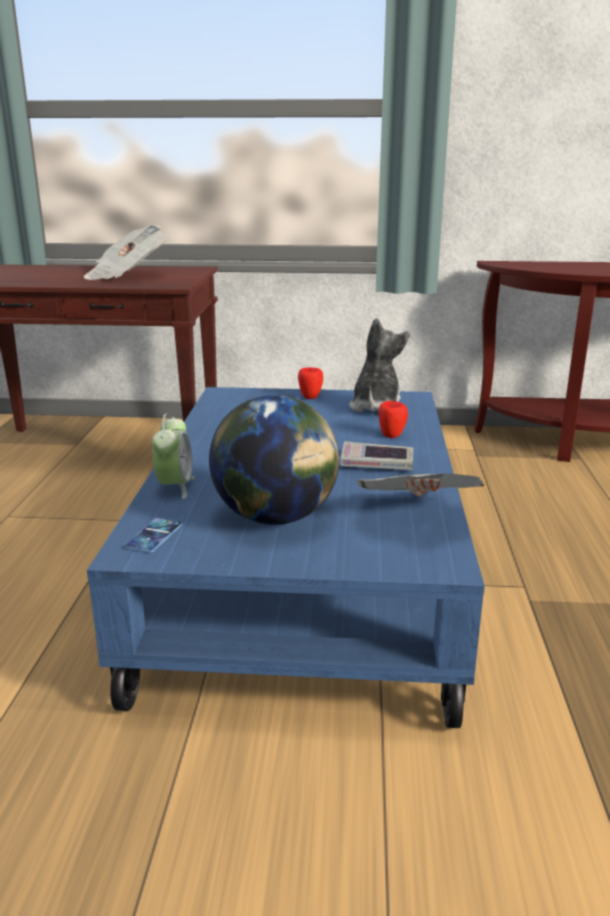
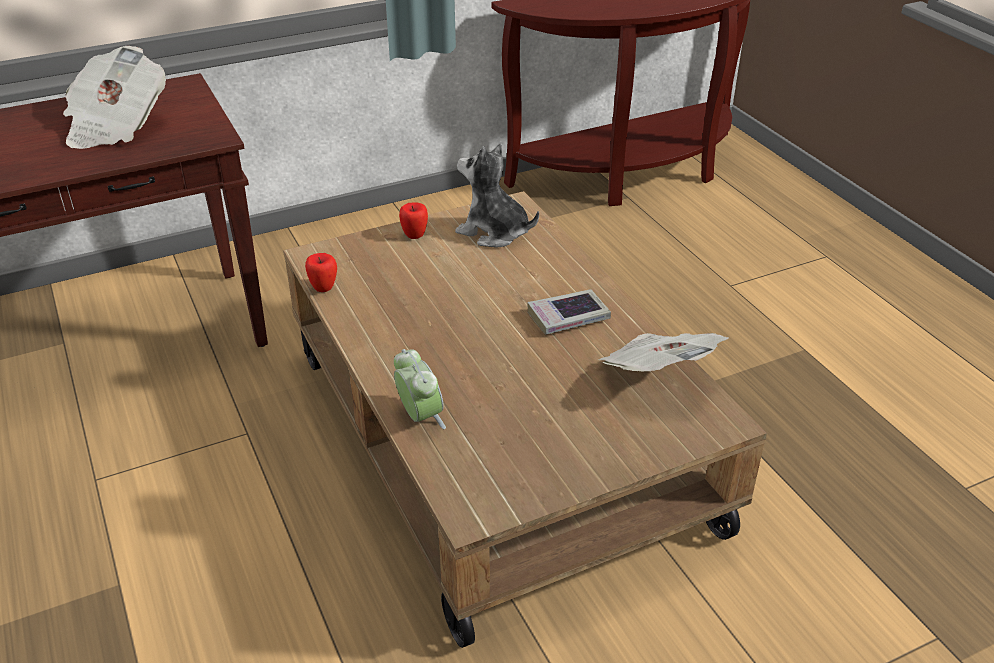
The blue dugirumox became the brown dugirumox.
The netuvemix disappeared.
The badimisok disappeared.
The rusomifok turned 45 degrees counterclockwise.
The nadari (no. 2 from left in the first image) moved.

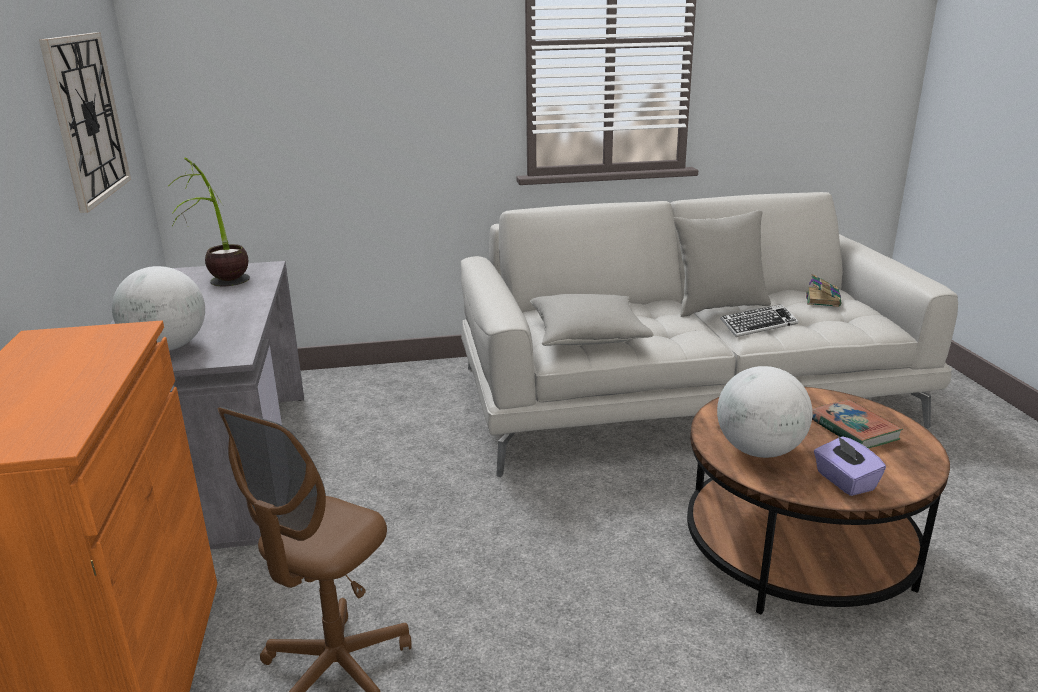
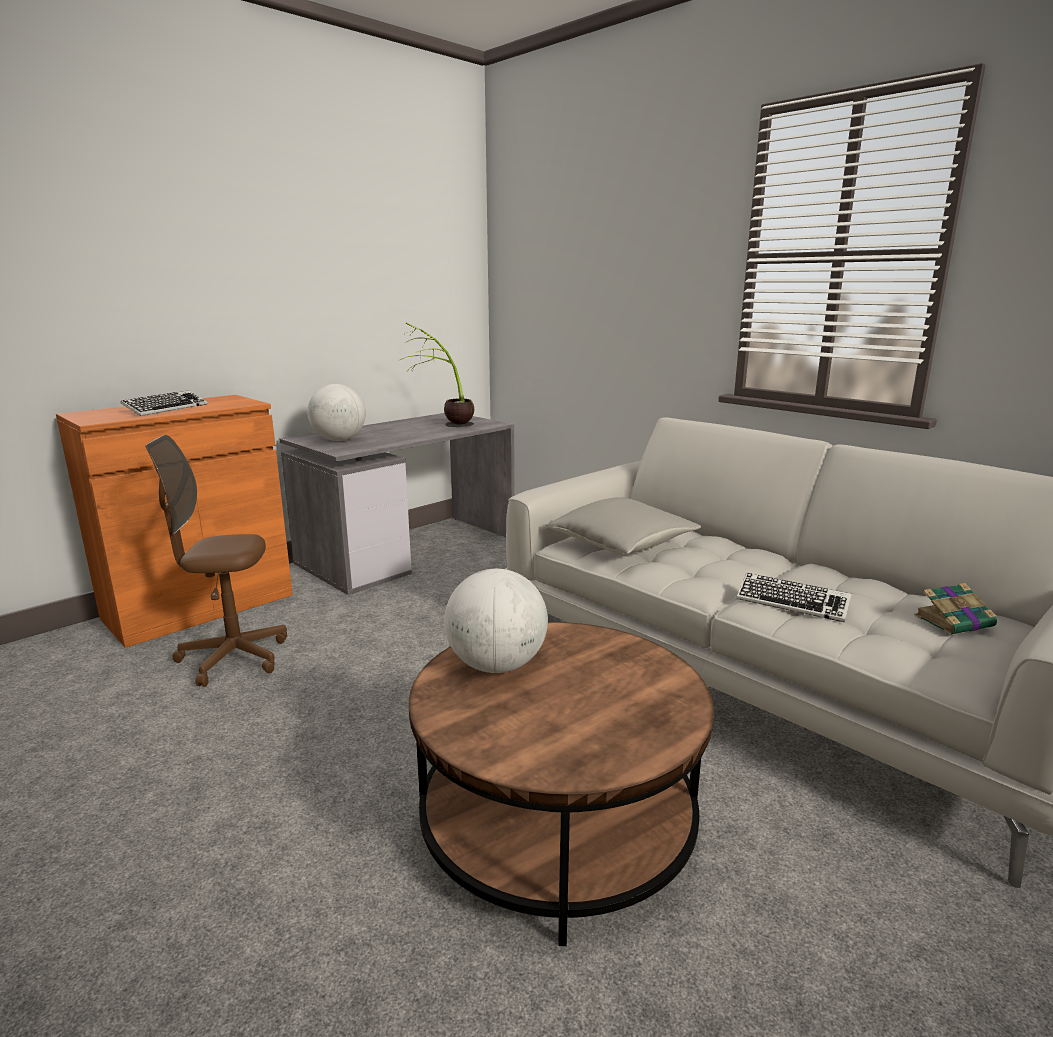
The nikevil disappeared.
The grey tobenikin (no. 2 from left) disappeared.
The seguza (no. 2 from left) disappeared.
The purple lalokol disappeared.
The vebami (no. 1 from left) appeared.

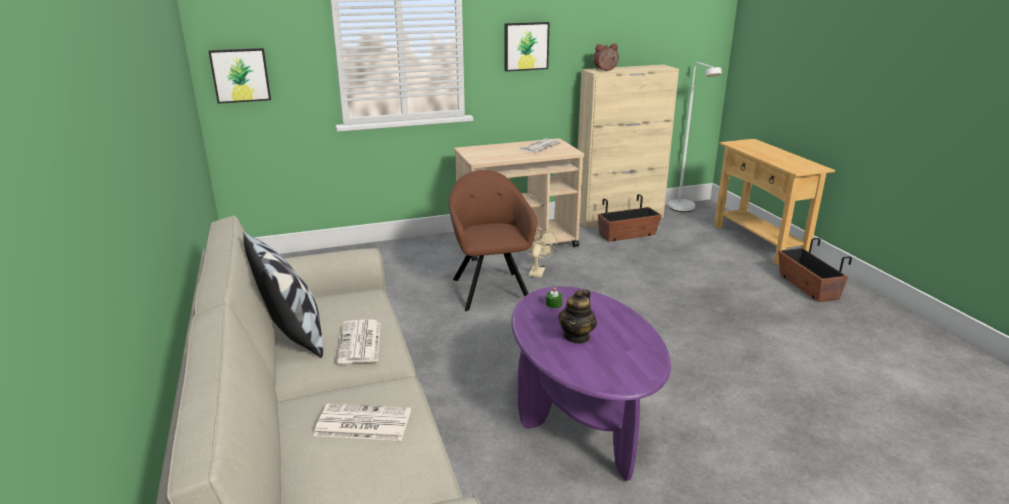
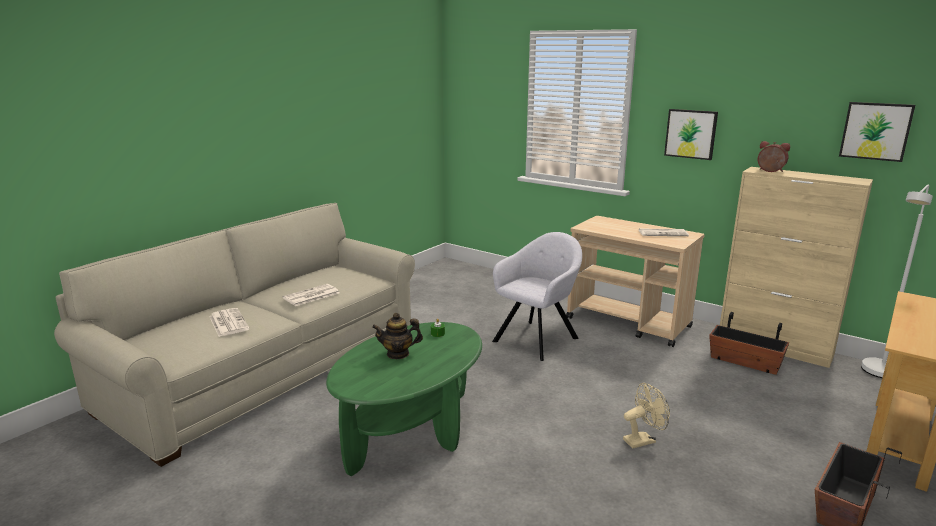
The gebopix (no. 1 from left in the first image) moved.
The tobenikin disappeared.
The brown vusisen became the grey vusisen.
The purple dugirumox became the green dugirumox.
The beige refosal moved.

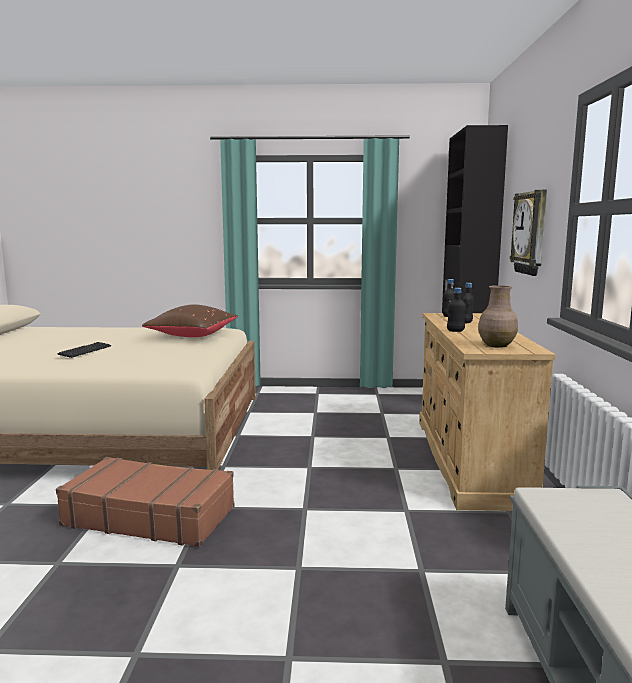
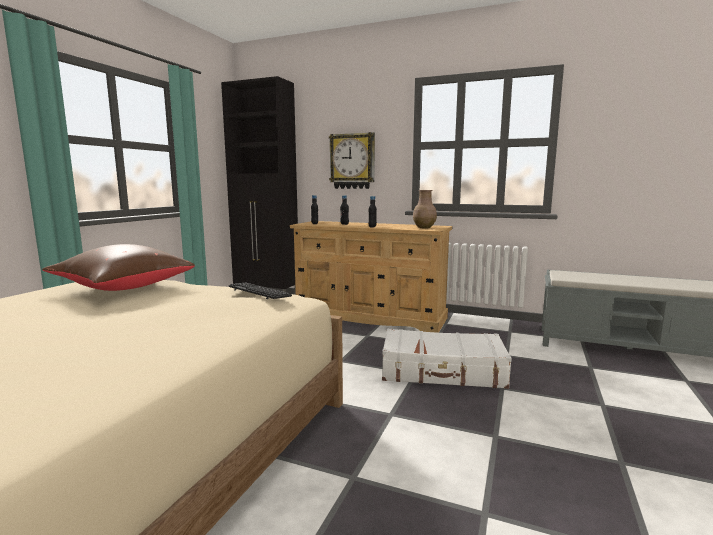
The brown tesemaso disappeared.
The vebami moved.
The white tesemaso appeared.

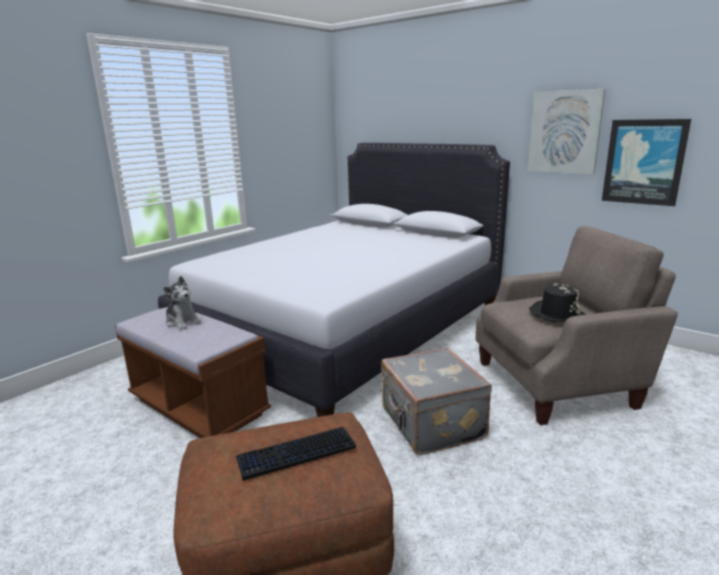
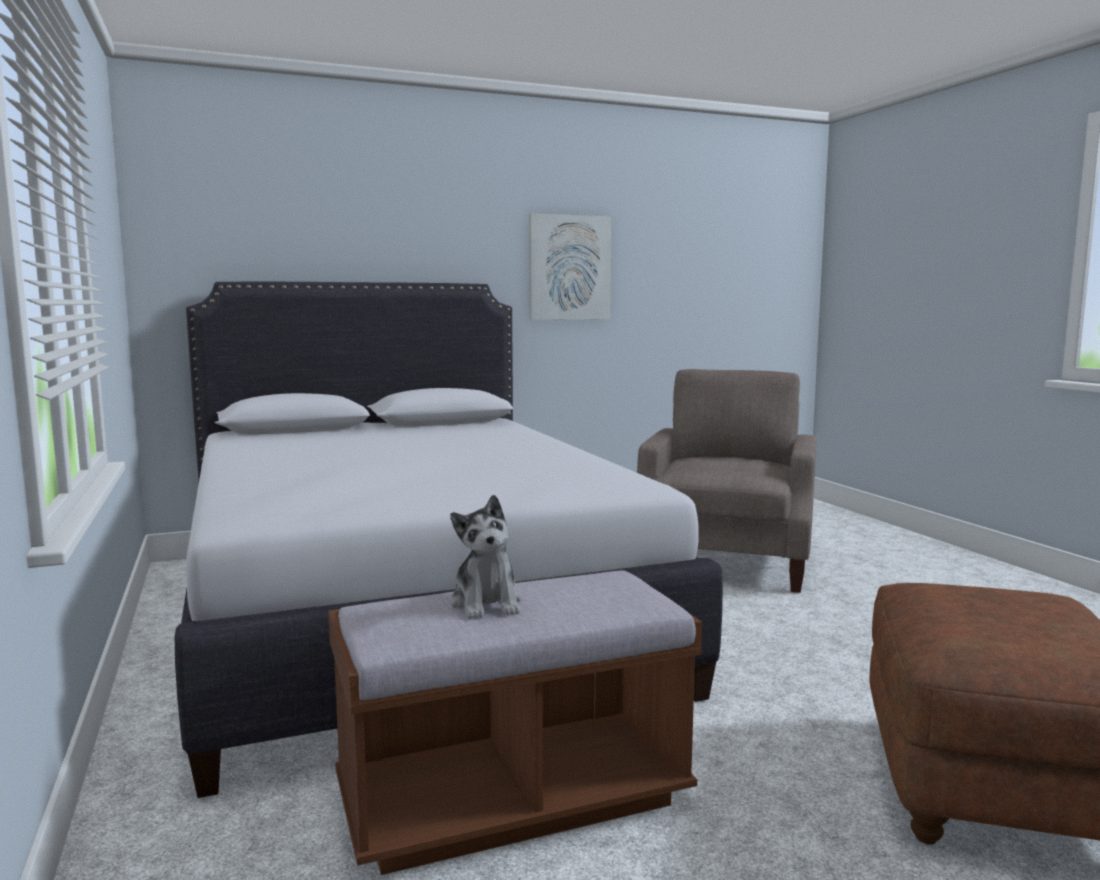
The rusomifok turned 90 degrees clockwise.
The vebami disappeared.
The grey tesemaso disappeared.
The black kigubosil disappeared.
The gebopix (no. 2 from left) disappeared.

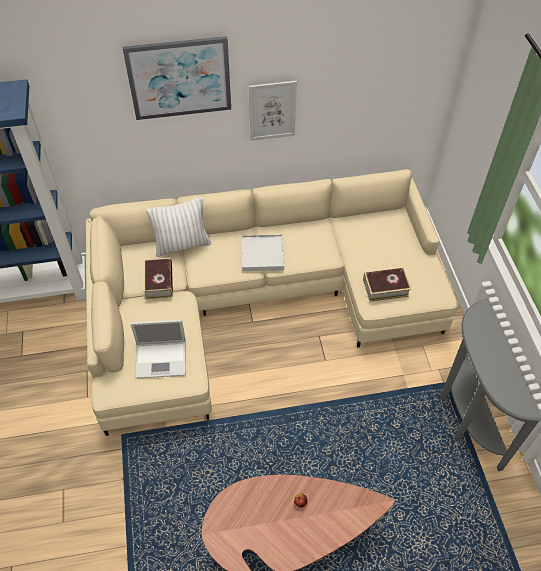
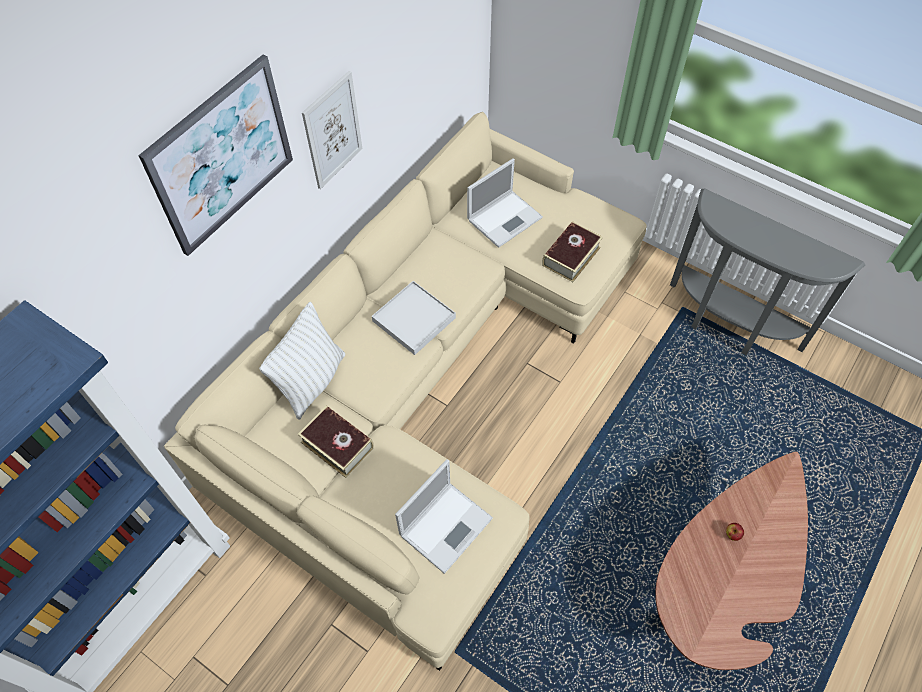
The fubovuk (no. 2 from left) appeared.

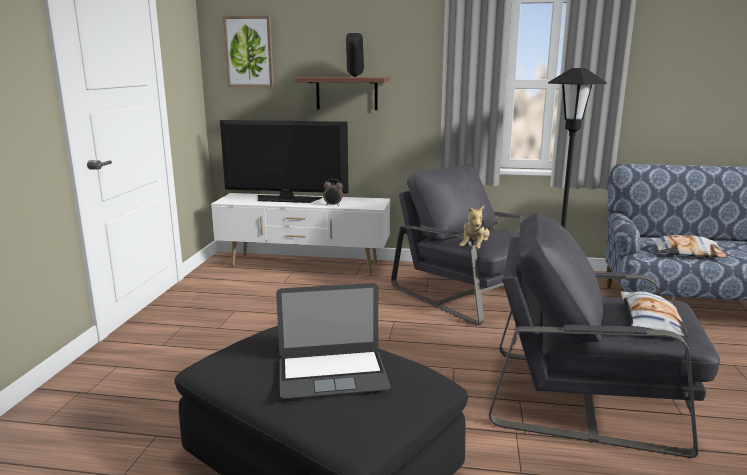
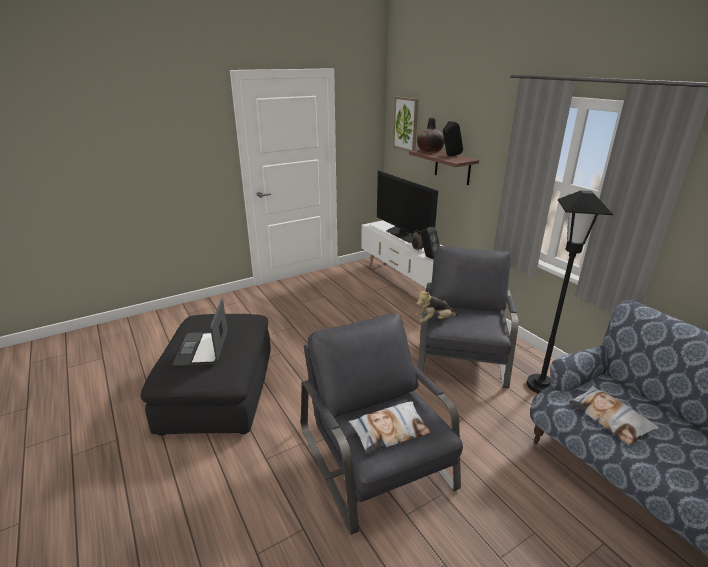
The fubovuk turned 45 degrees clockwise.
The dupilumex appeared.
The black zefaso (no. 1 from left) appeared.

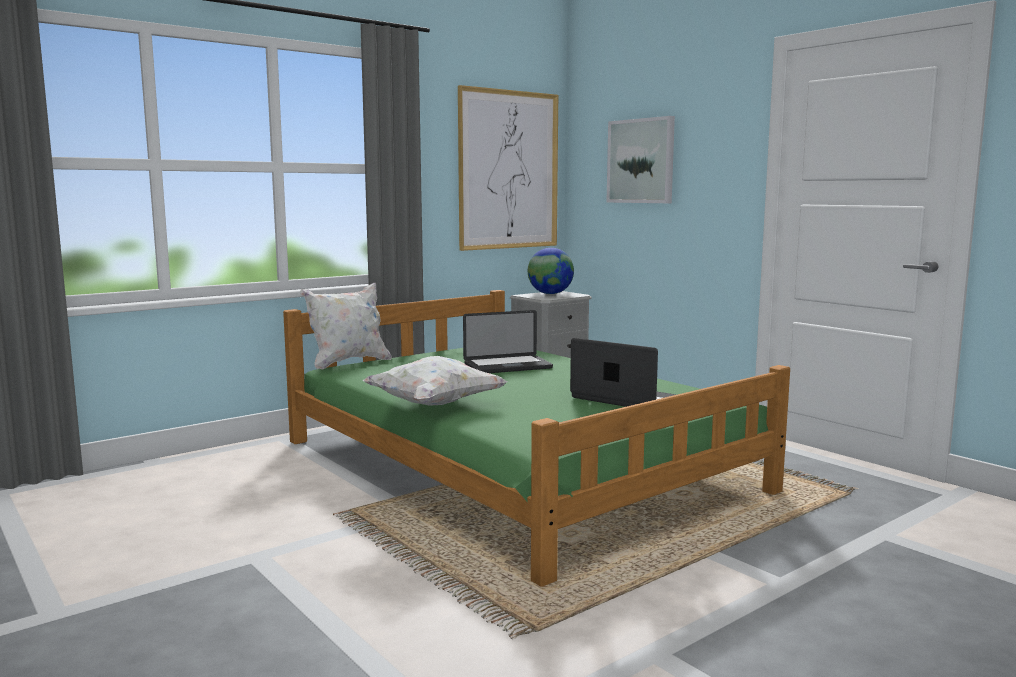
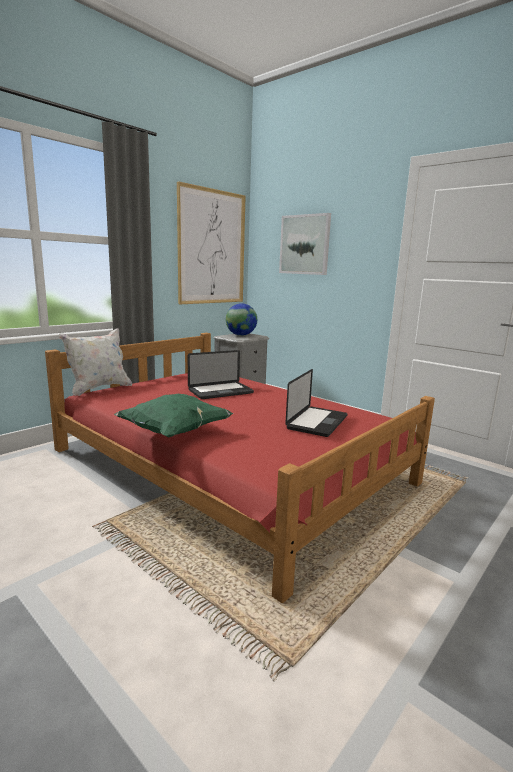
The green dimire became the red dimire.
The white tobenikin (no. 2 from left) became the green tobenikin.
The fubovuk (no. 2 from left) turned 90 degrees clockwise.

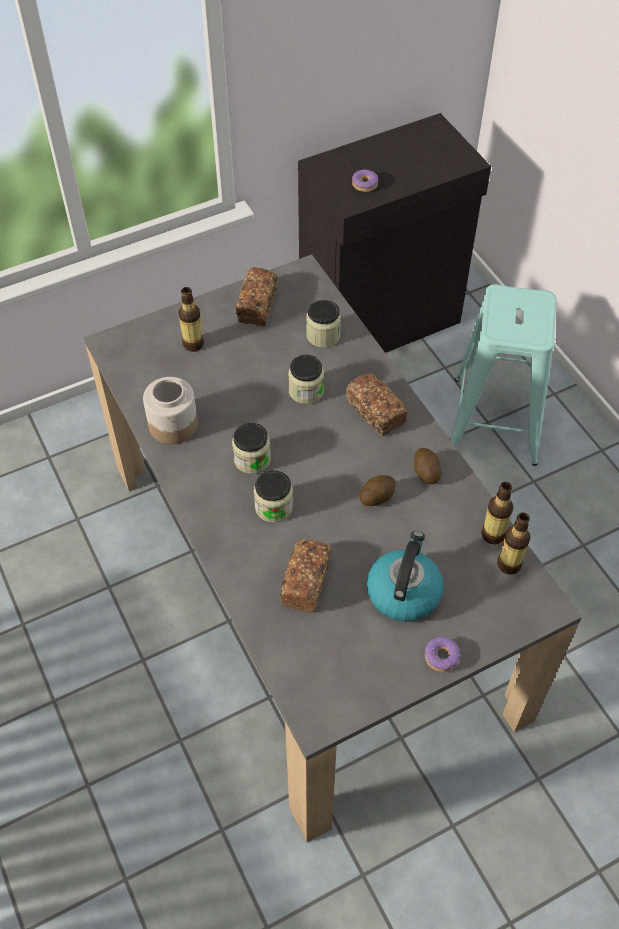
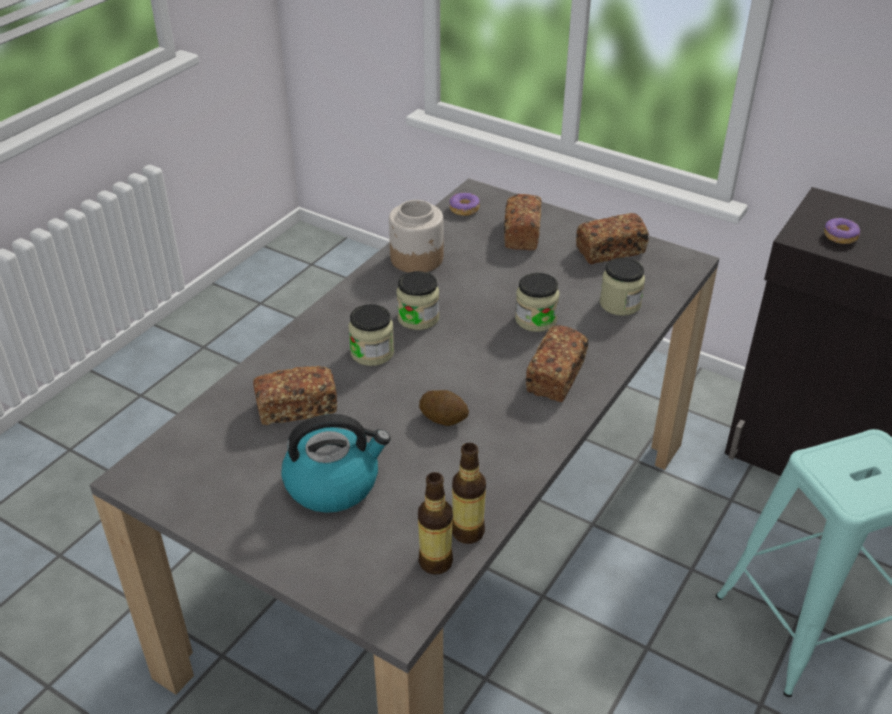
The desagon (no. 1 from left) was replaced by the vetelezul (no. 2 from left).
The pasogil (no. 2 from left) disappeared.
The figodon (no. 2 from left in the first image) moved.

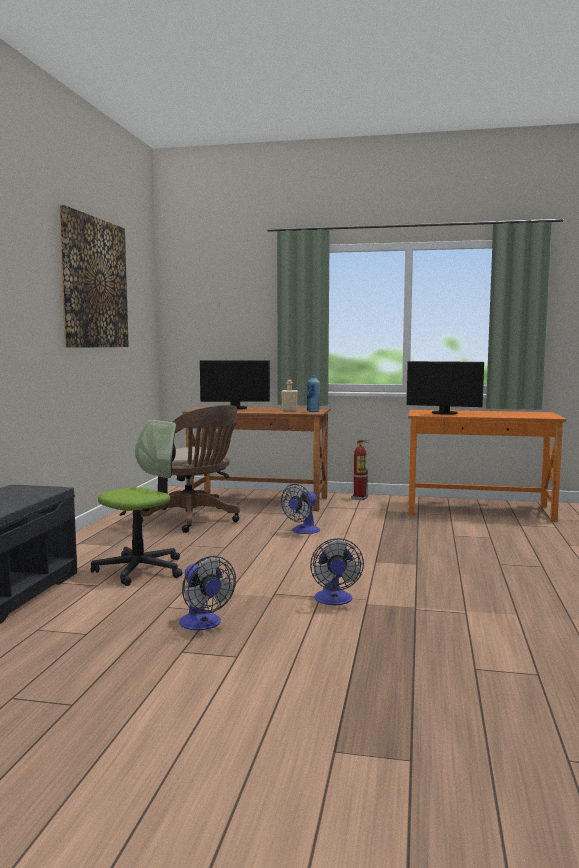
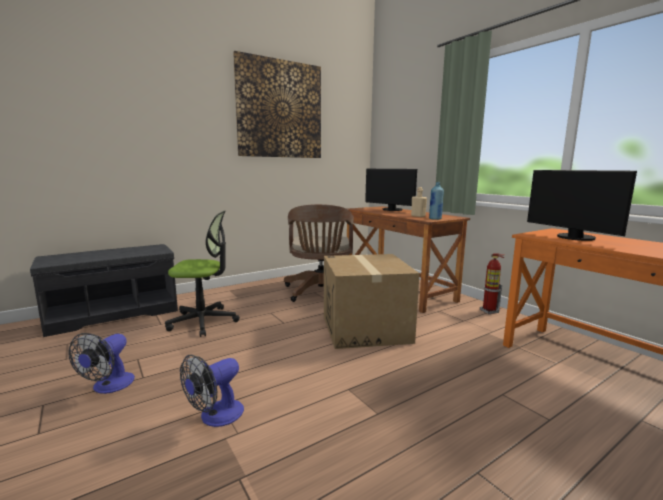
The refosal (no. 2 from left) was replaced by the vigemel.

